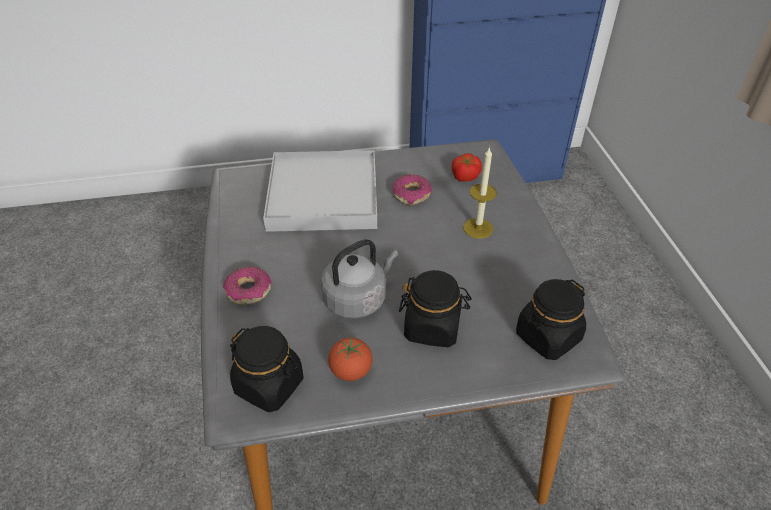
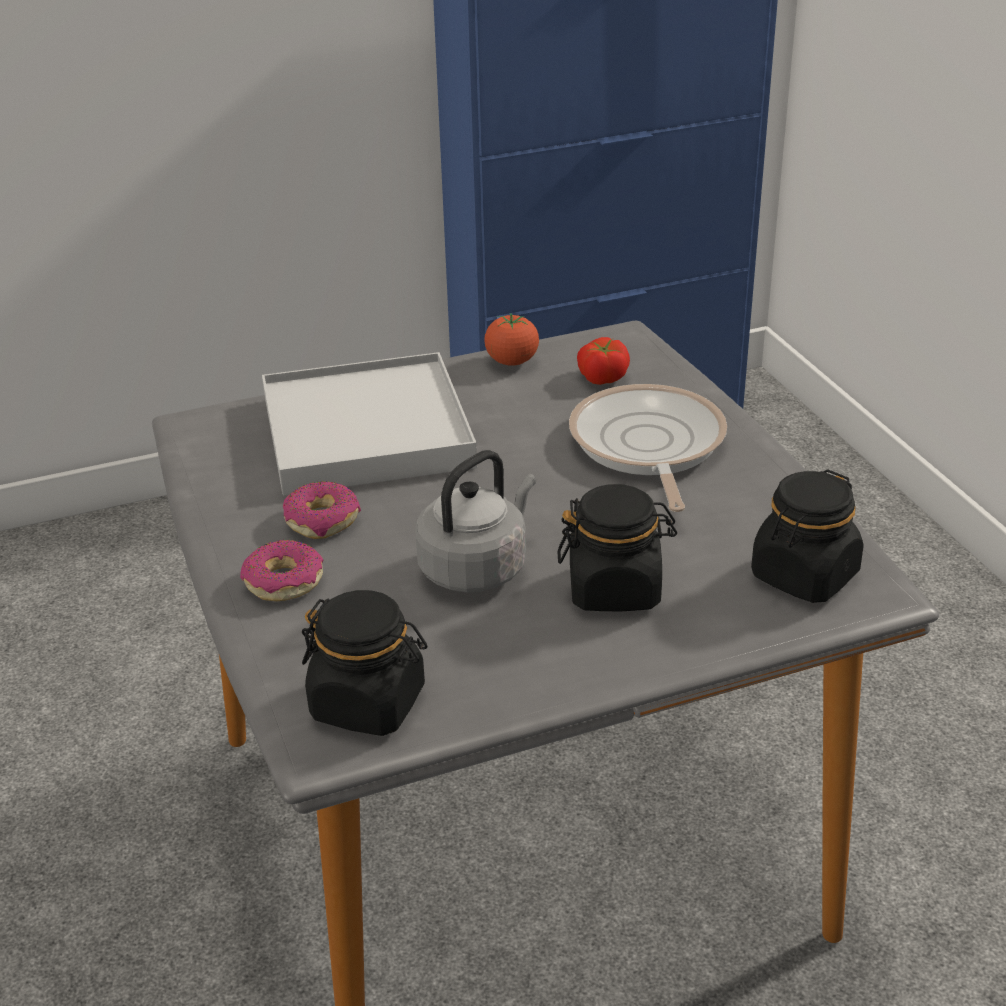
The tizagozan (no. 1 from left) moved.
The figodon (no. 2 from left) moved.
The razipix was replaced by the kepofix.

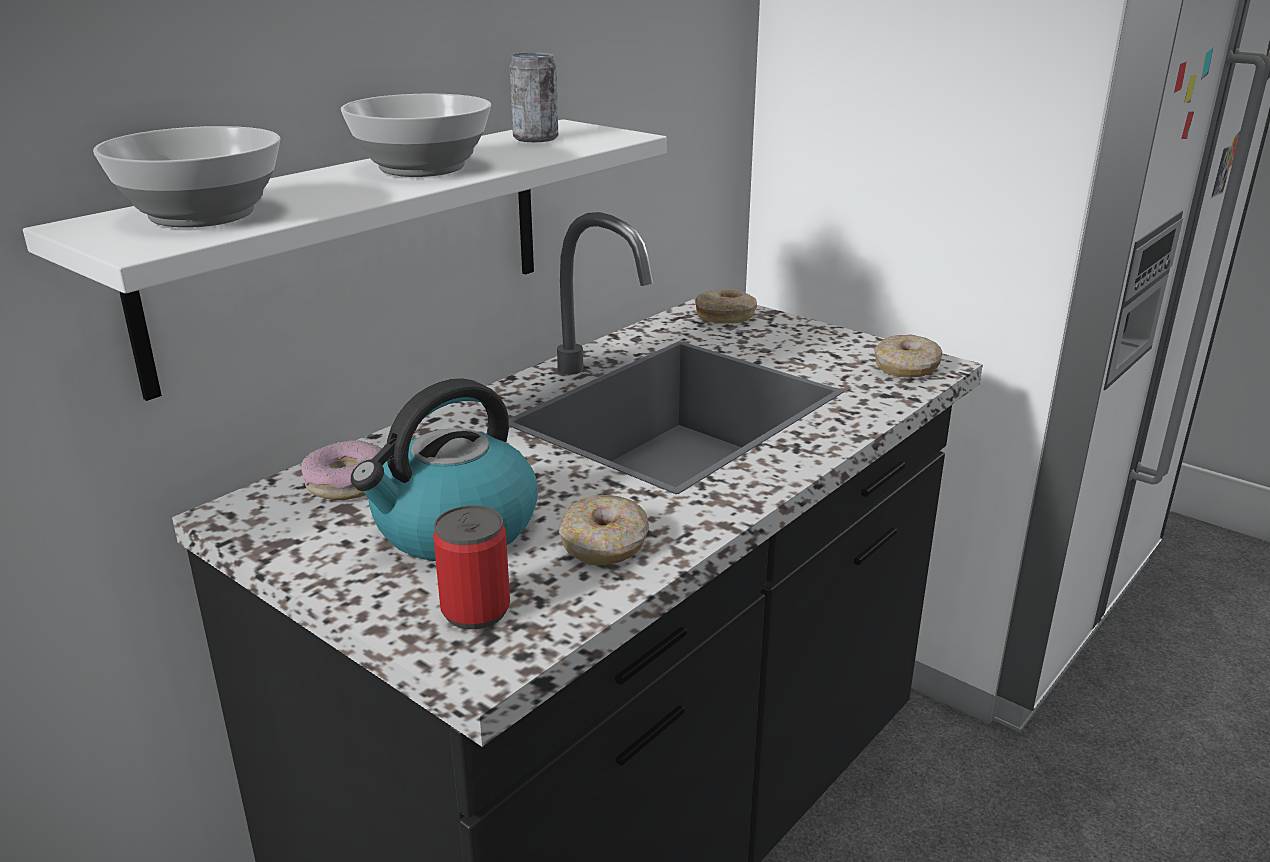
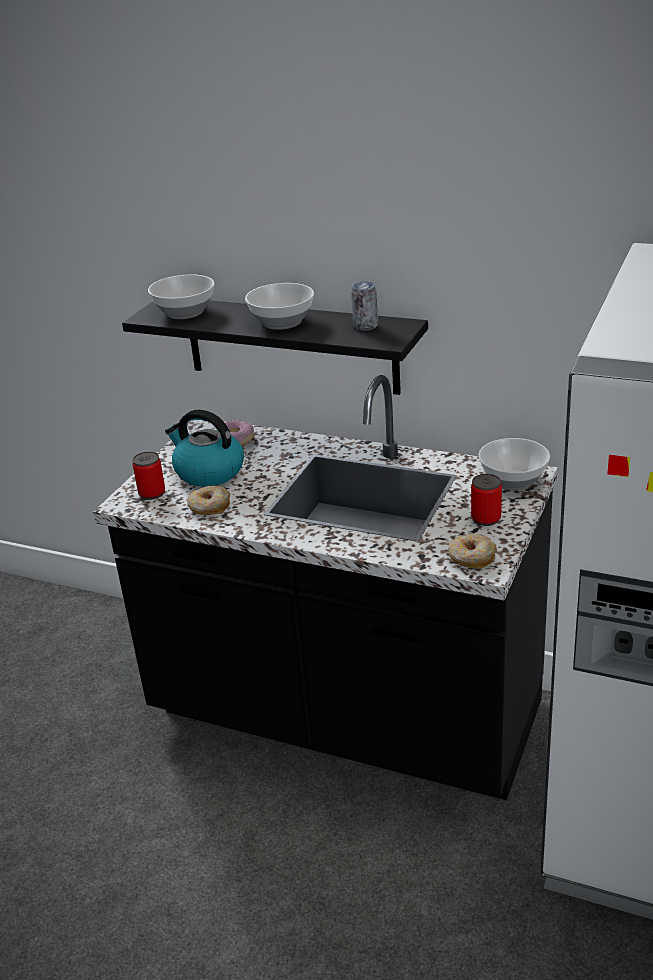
The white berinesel became the black berinesel.
The figodon (no. 3 from left) was replaced by the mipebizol (no. 3 from left).
The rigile (no. 3 from left) appeared.

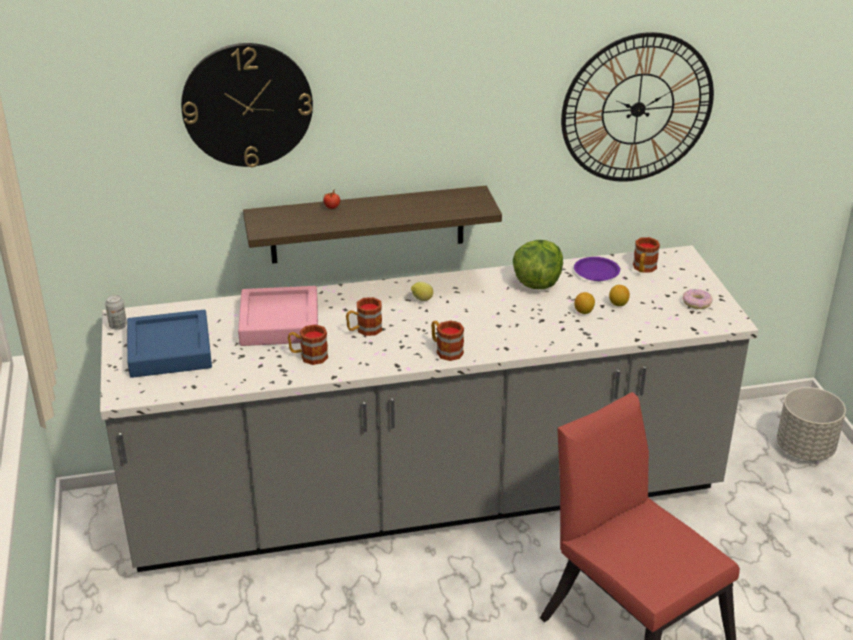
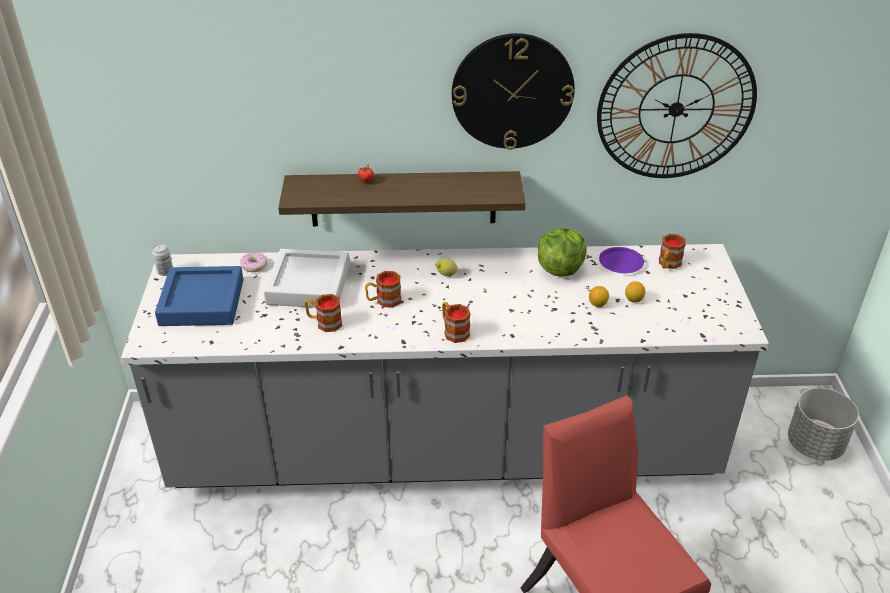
The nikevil (no. 1 from left) moved.
The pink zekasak became the grey zekasak.
The figodon moved.

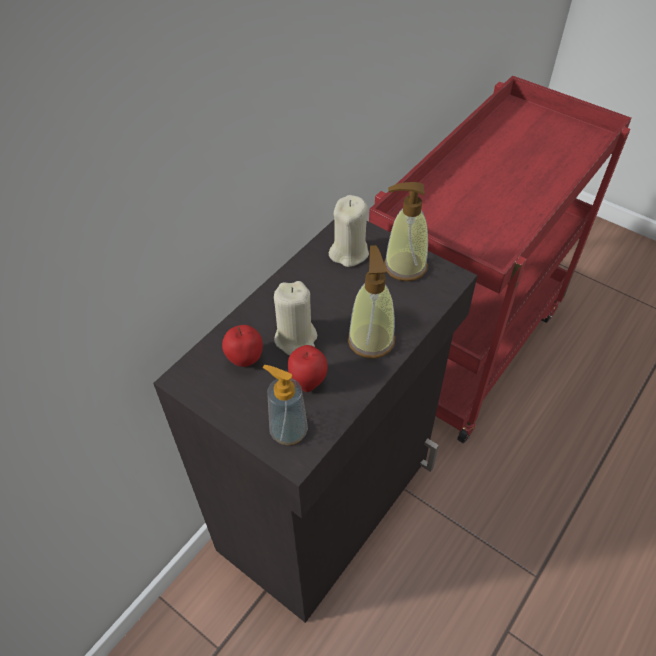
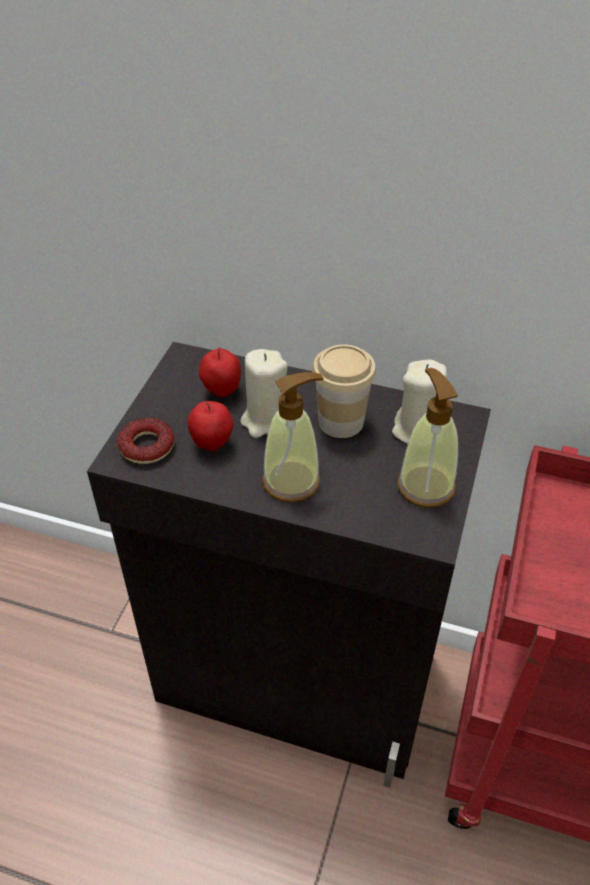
The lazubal (no. 1 from left) was replaced by the figodon.
The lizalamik appeared.

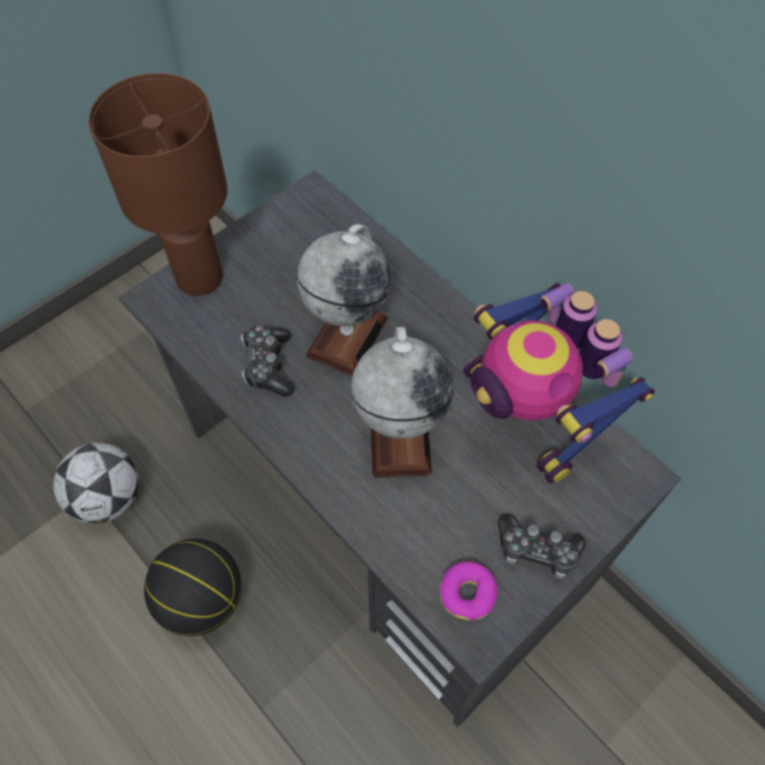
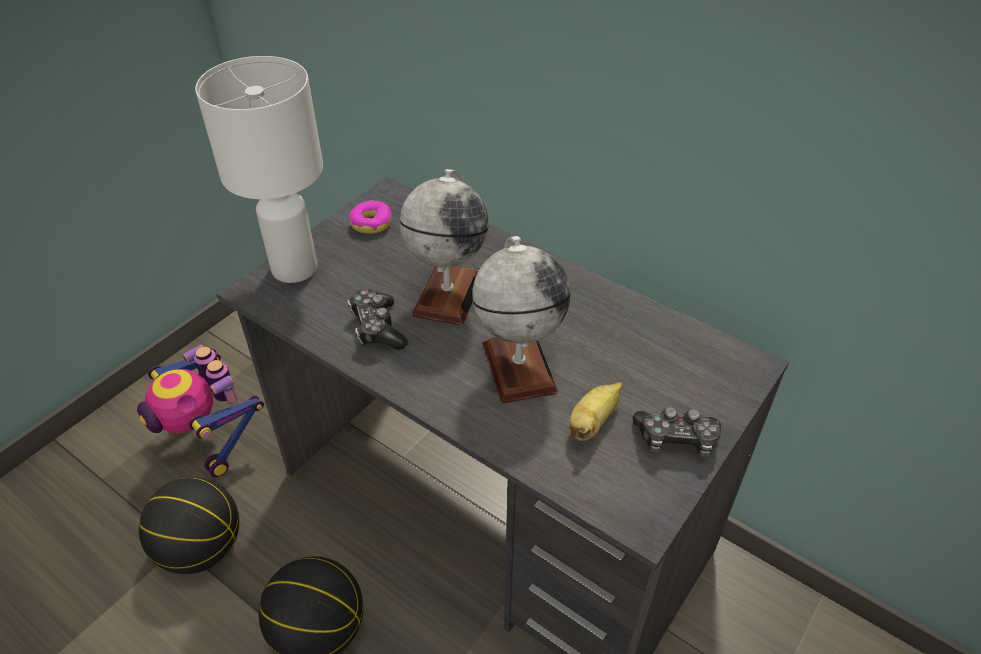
The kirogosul was replaced by the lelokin (no. 1 from left).
The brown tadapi became the white tadapi.
The figodon moved.
The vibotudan moved.
The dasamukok appeared.

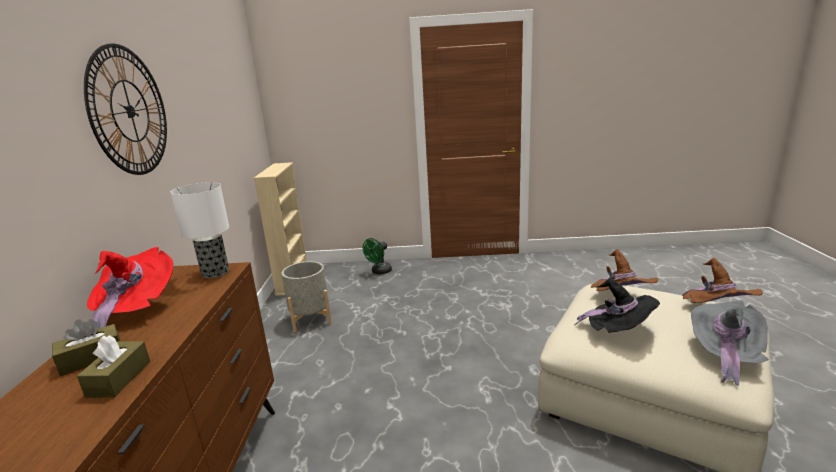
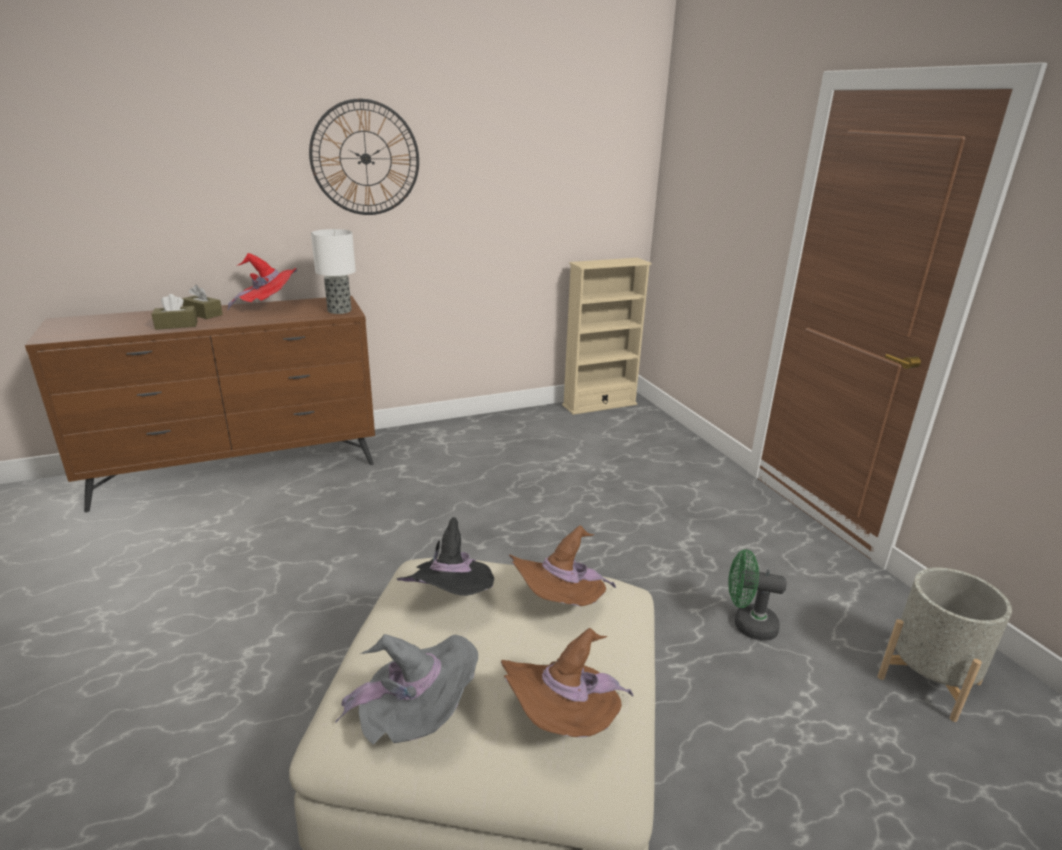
The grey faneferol moved.
The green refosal moved.

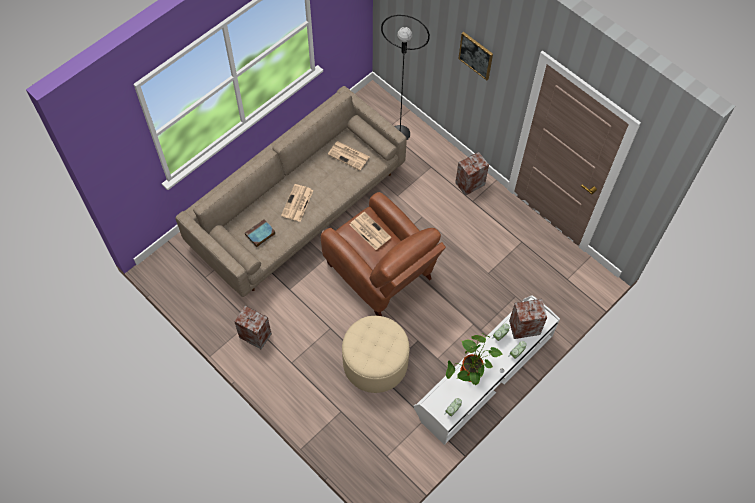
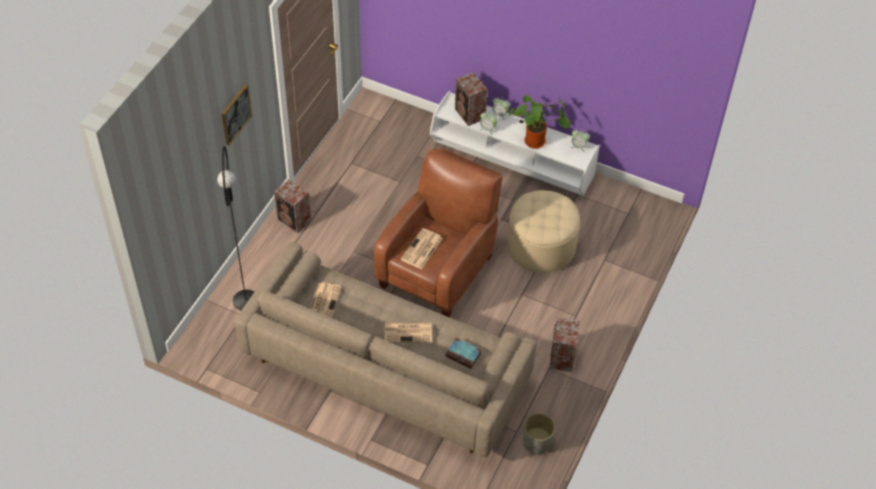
The grey faneferol appeared.

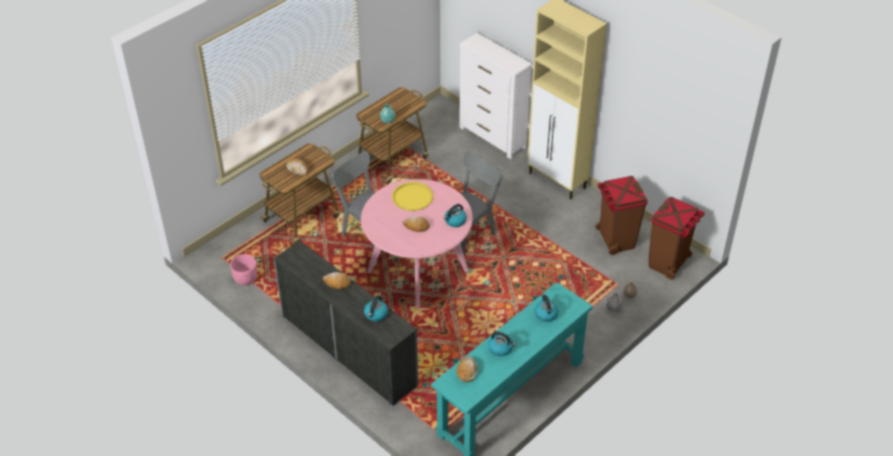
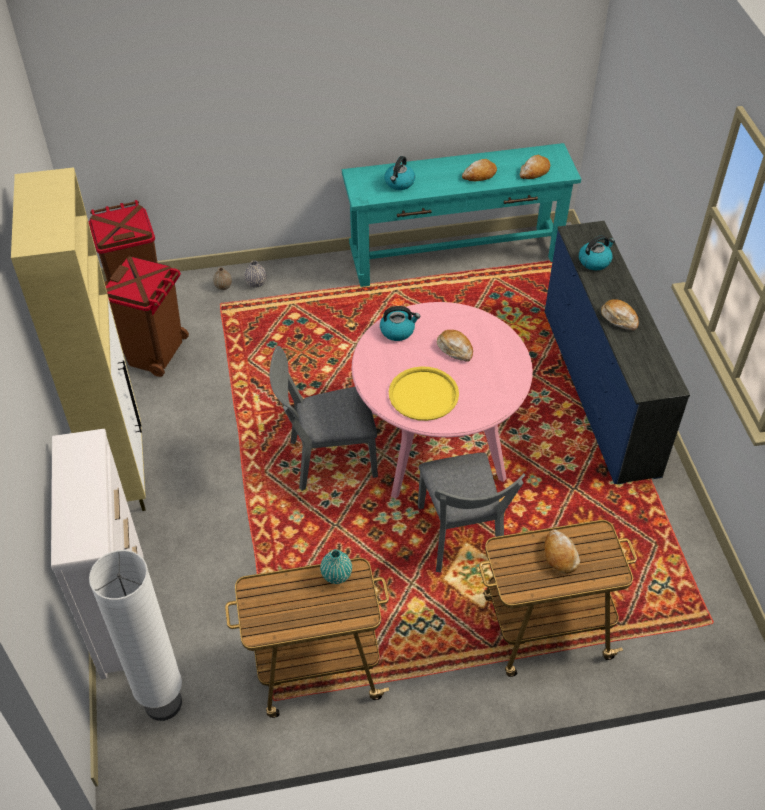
The pink faneferol disappeared.
The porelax (no. 3 from left) was replaced by the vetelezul (no. 2 from left).
The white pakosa appeared.

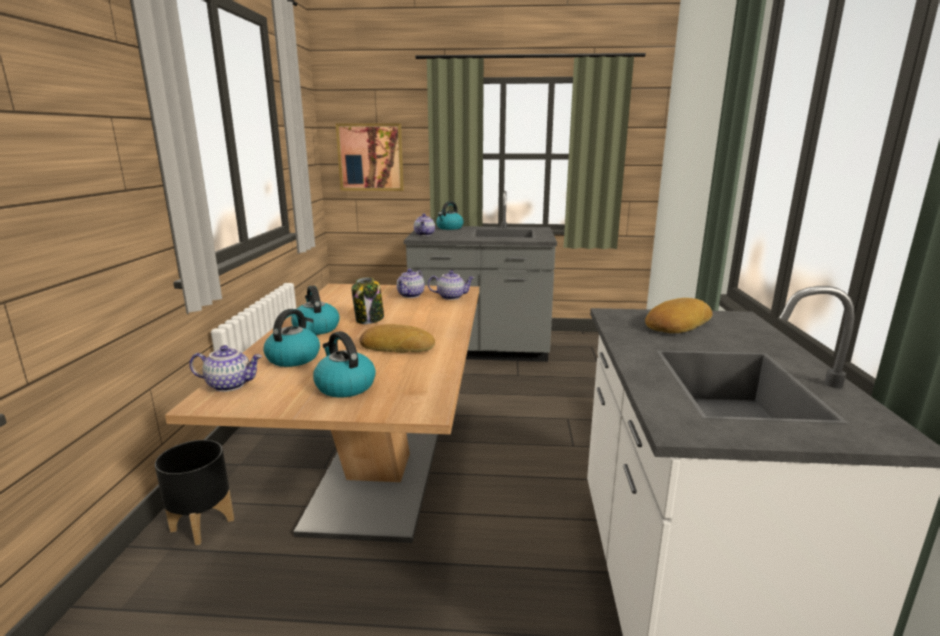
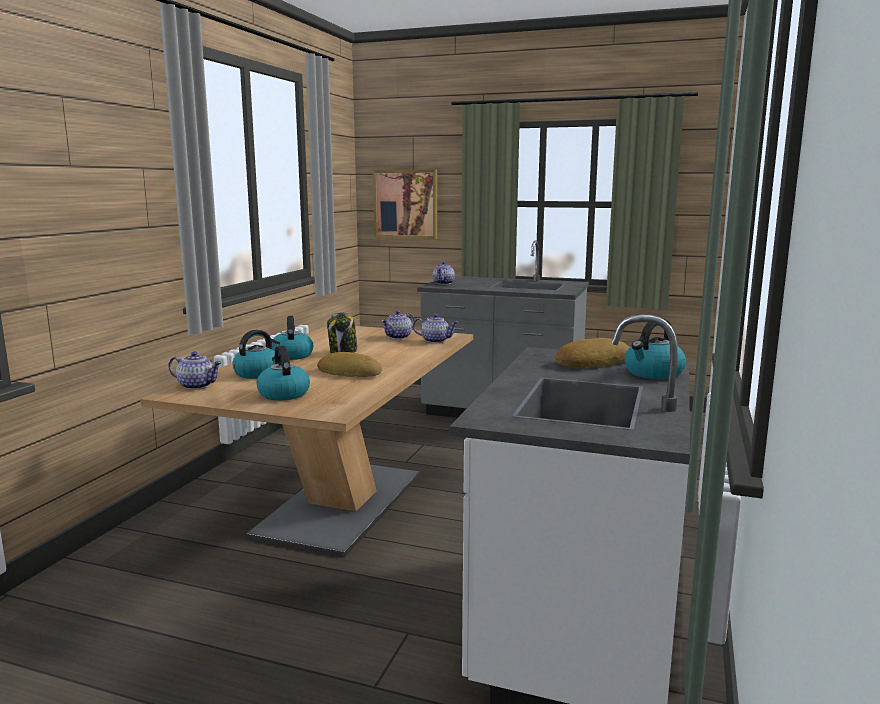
The black faneferol disappeared.
The porelax (no. 4 from left) moved.

